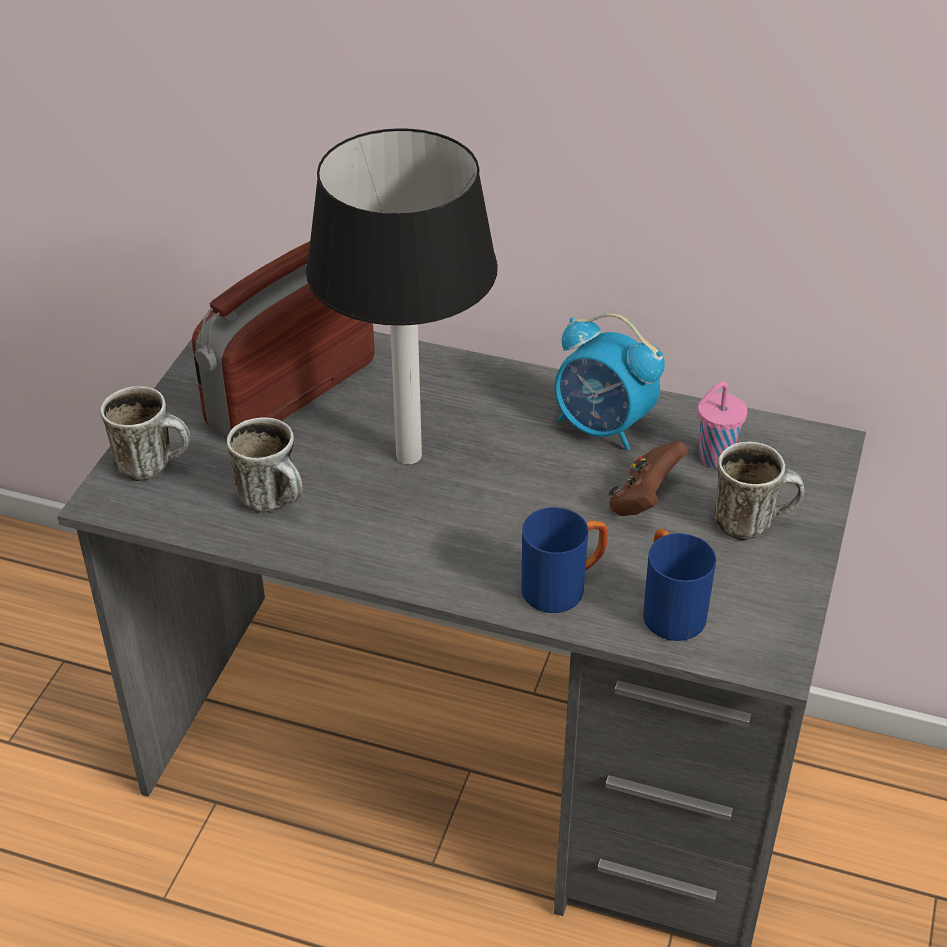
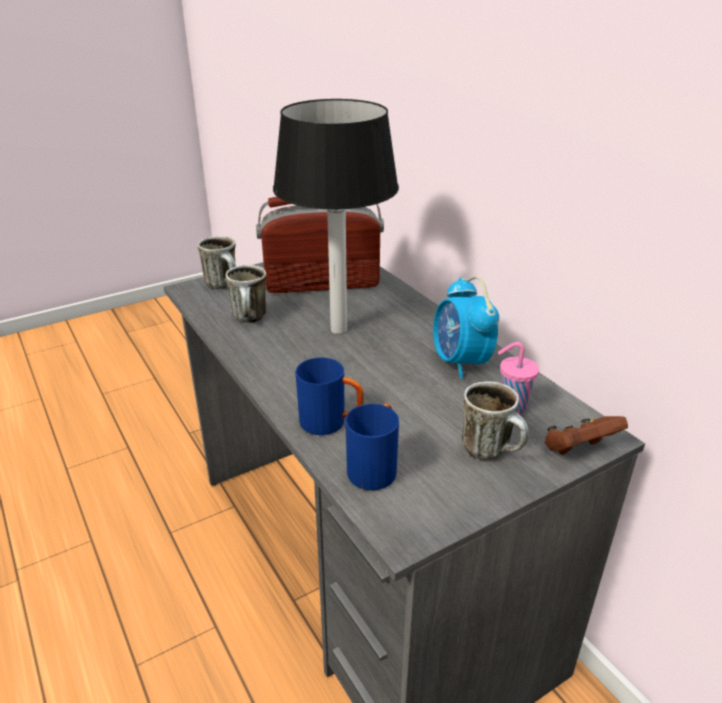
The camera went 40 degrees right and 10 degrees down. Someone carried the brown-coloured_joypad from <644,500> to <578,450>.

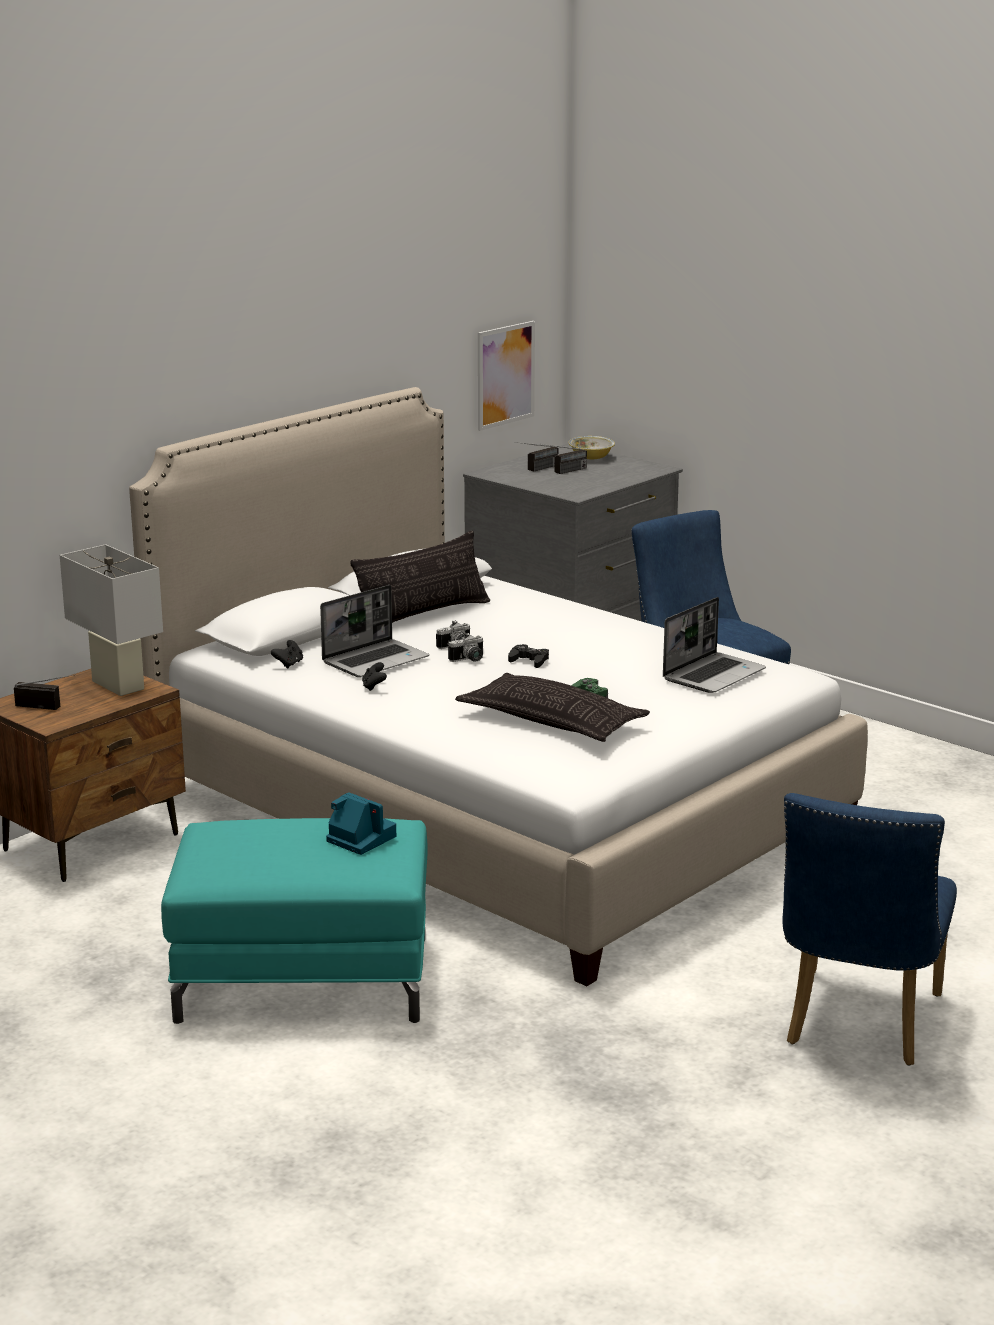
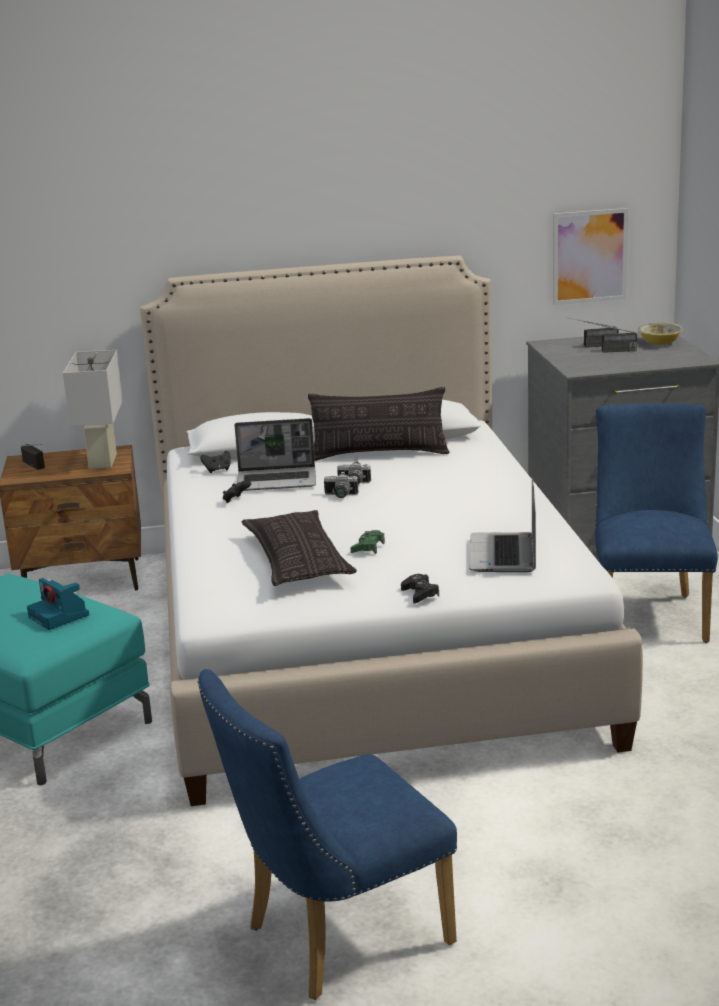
The camera went 40 degrees right and 0 degrees up. Someone rotated the photo_camera at <359,838> by 150 degrees clockwise. Someone carried the blackish_joypad from <529,661> to <420,594>. Someone rotated the notebook_computer at <713,674> by 105 degrees clockwise.

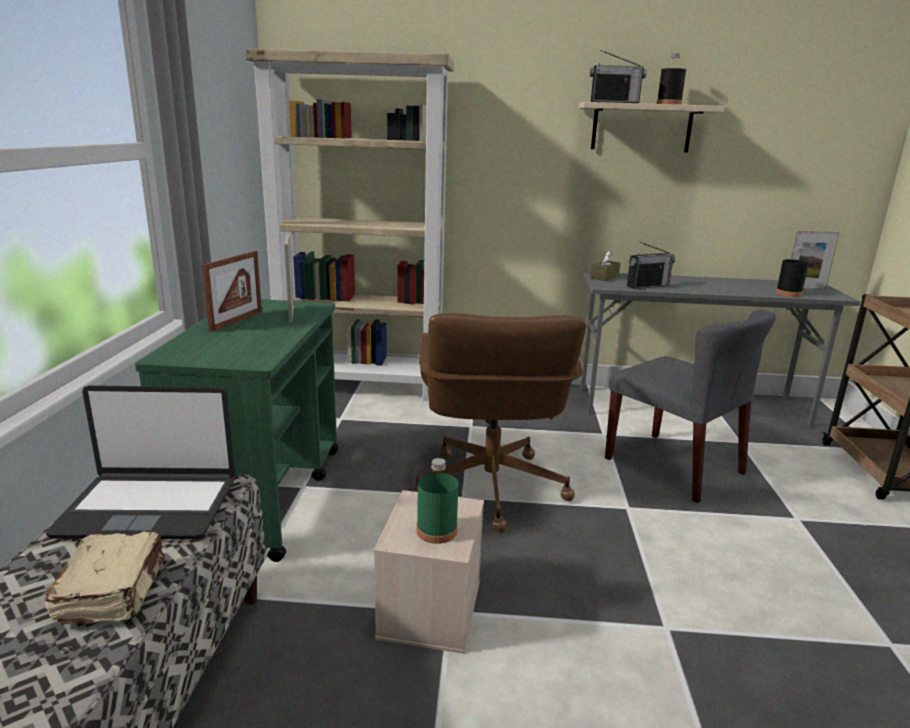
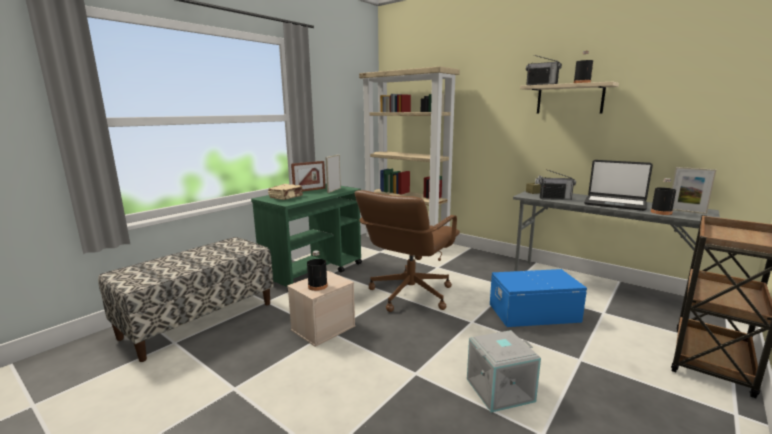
The camera went 35 degrees right and 5 degrees down. Someone carried the sand-coloured_book from <114,592> to <286,197>. Someone carried the notebook_computer from <150,507> to <615,203>. Someone repainted the green_bottle at <436,531>, which became the blackish_bottle at <317,286>. Someone swapped the grey_upright_chair at <675,466> for the blue-coloured_storage_box at <532,312>. Someone put down the grey_storage_box at <499,389>.

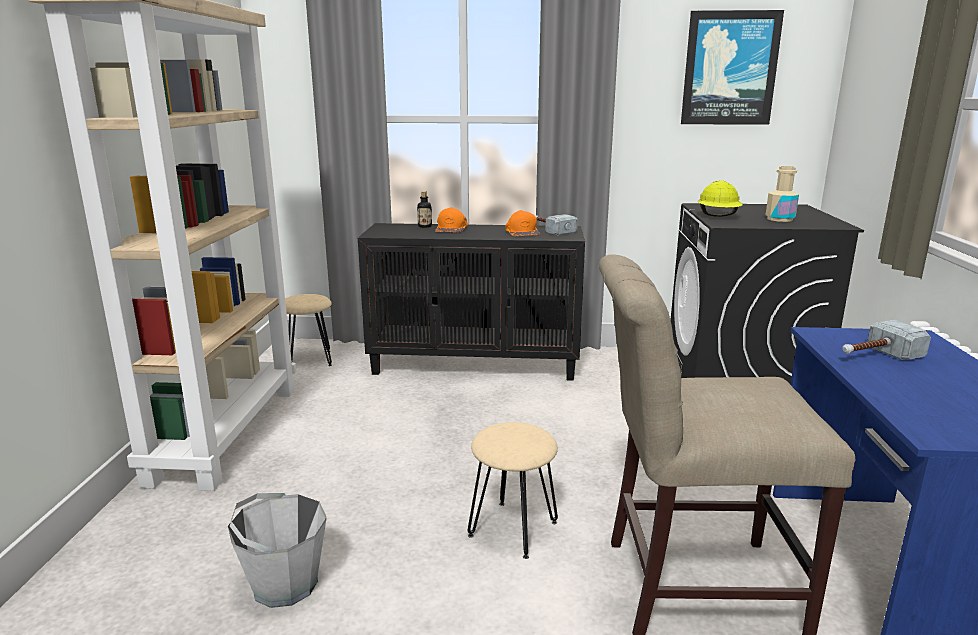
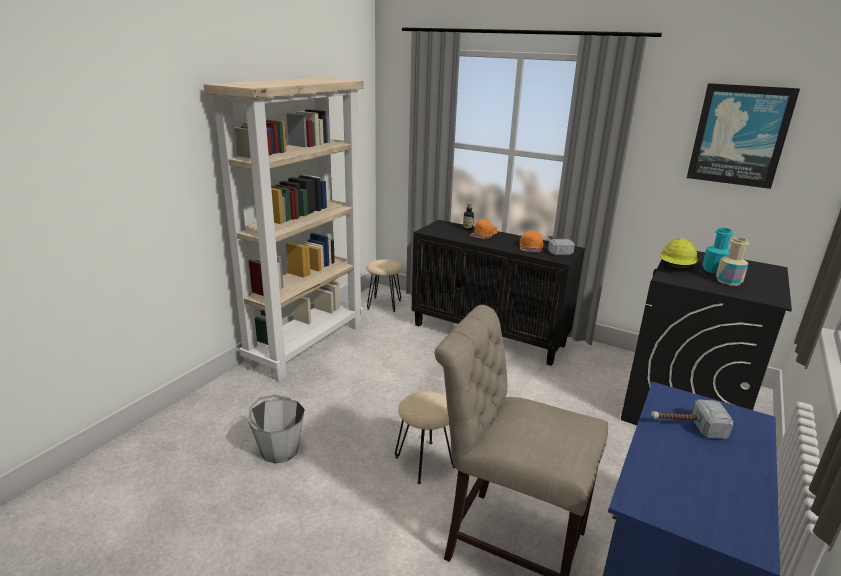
The camera went 25 degrees right and 5 degrees up. Someone put down the turquoise_bottle at <714,270>.

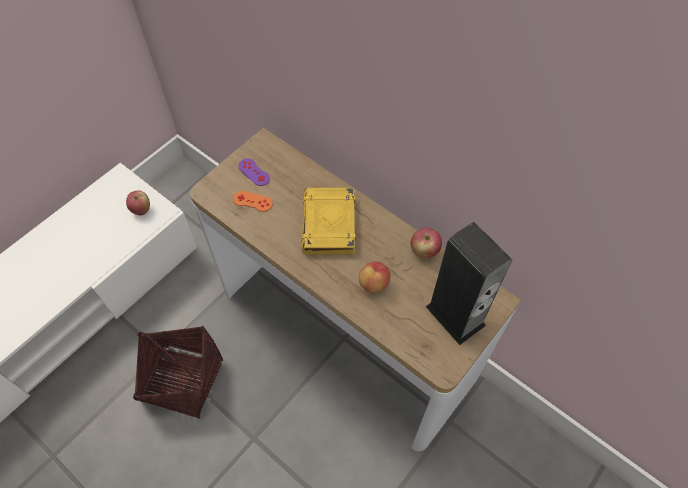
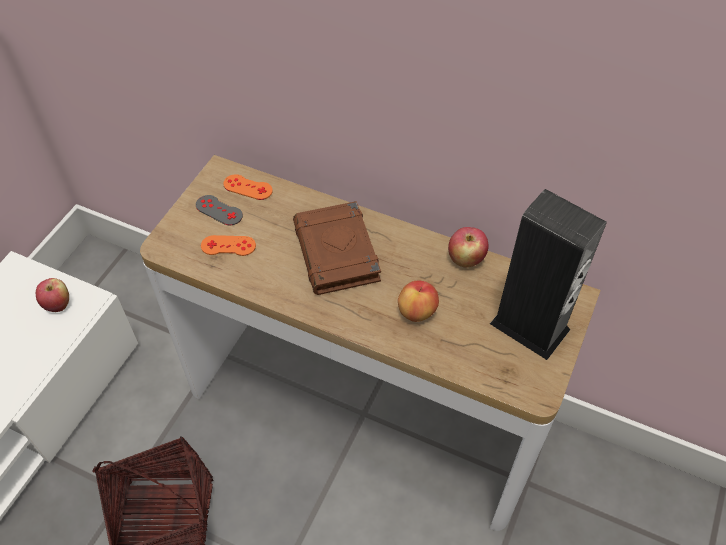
The camera went 15 degrees left and 5 degrees down. Someone repainted the purple-coloured_joypad at <254,172>, which became the grey_joypad at <219,210>. Someone repainted the yellow-coloured_book at <329,225>, which became the brown-coloured_book at <337,253>. Someone put down the orange-coloured_joypad at <248,187>.

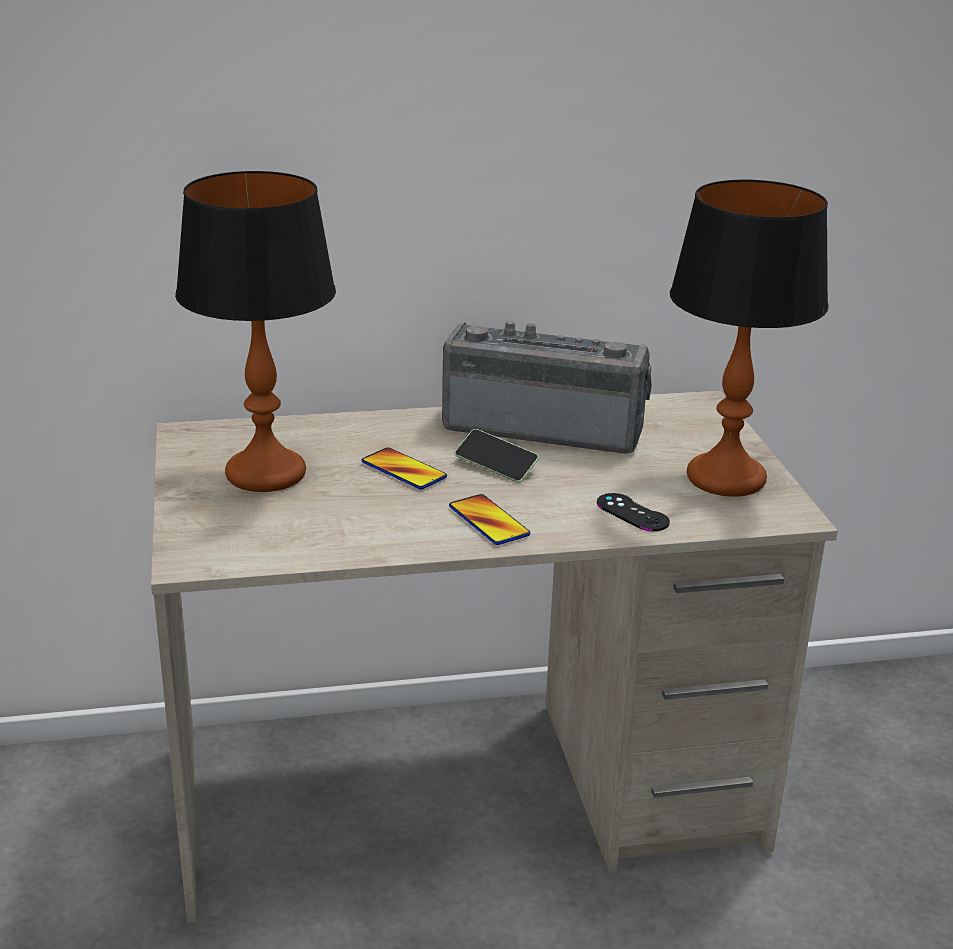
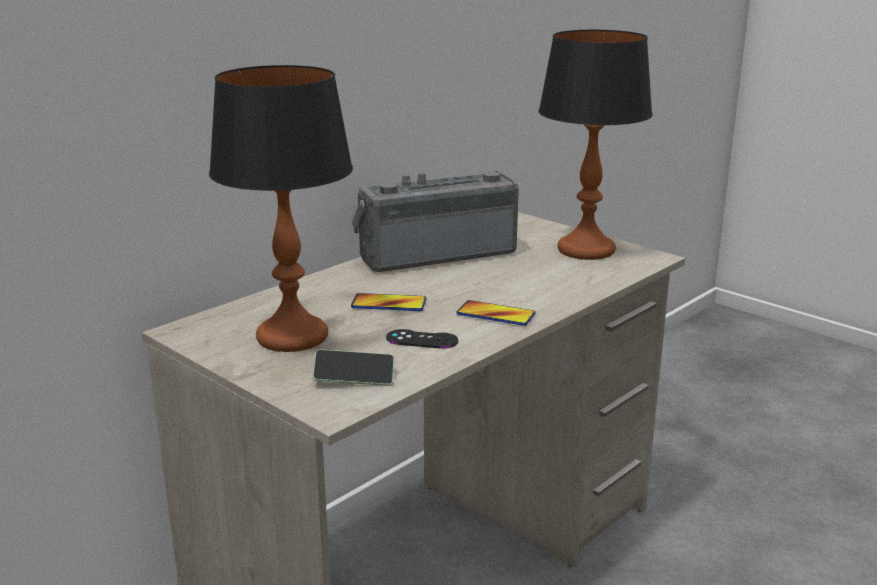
The camera went 35 degrees left and 5 degrees down. Someone carried the phone from <496,466> to <354,378>. Someone carried the blackish_joypad from <632,513> to <422,339>.

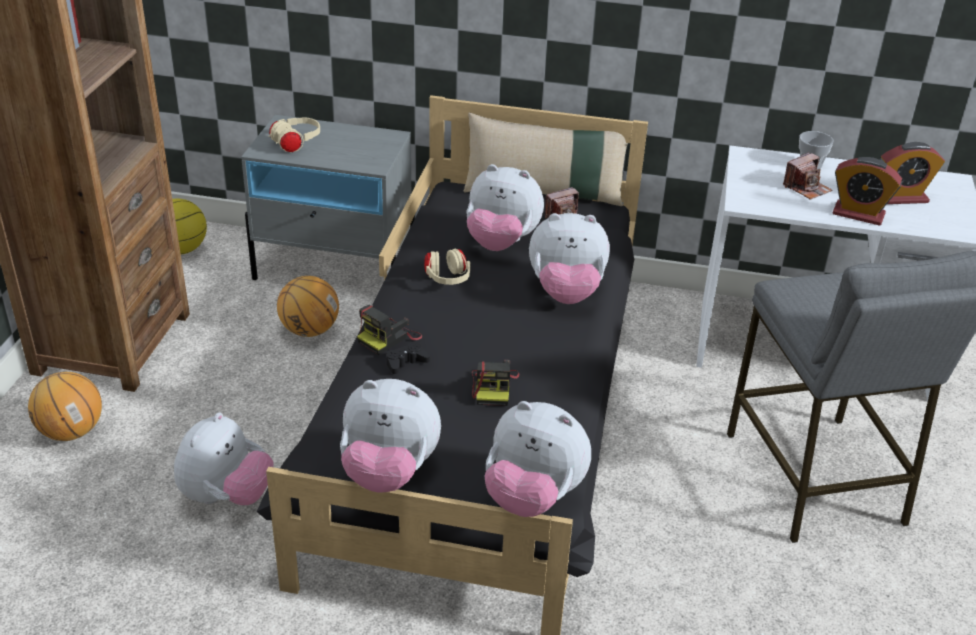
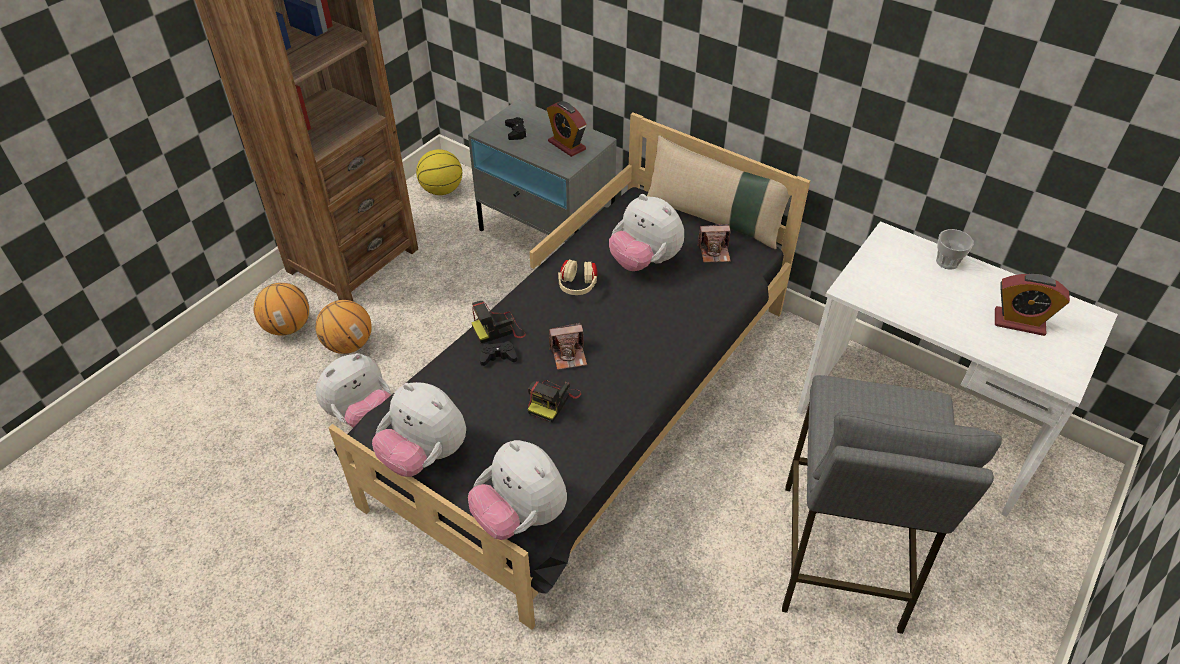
The camera went 25 degrees right and 10 degrees up. Someone swapped the sand-coloured_headset at <296,144> for the blackish_joypad at <516,132>. Someone carried the basketball_ball from <309,330> to <348,345>. Someone took away the soft_toy at <566,293>. Someone carried the photo_camera from <806,188> to <569,355>. Someone carried the alarm_clock from <858,214> to <567,145>.

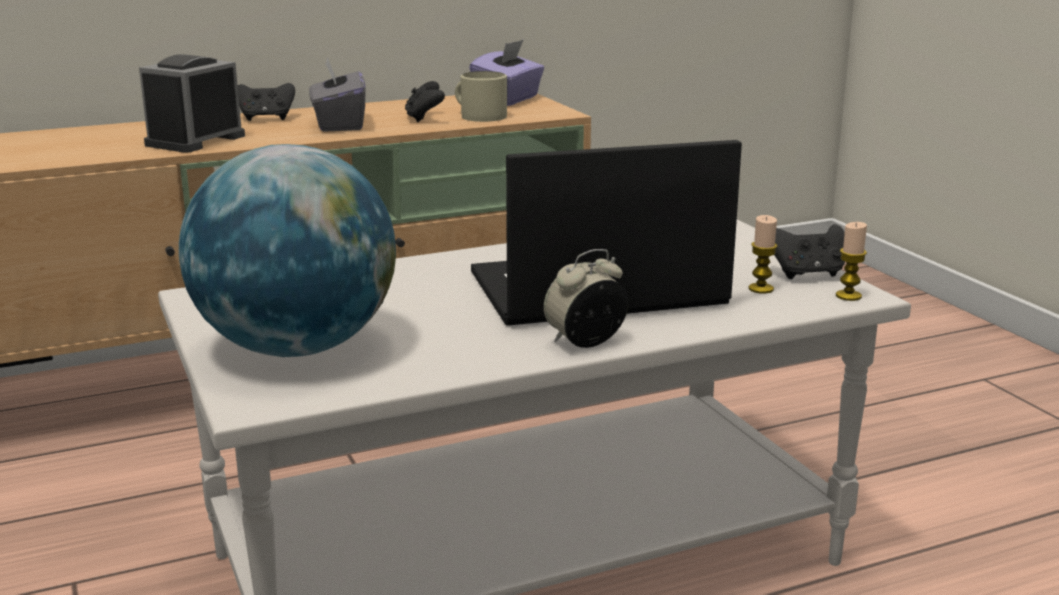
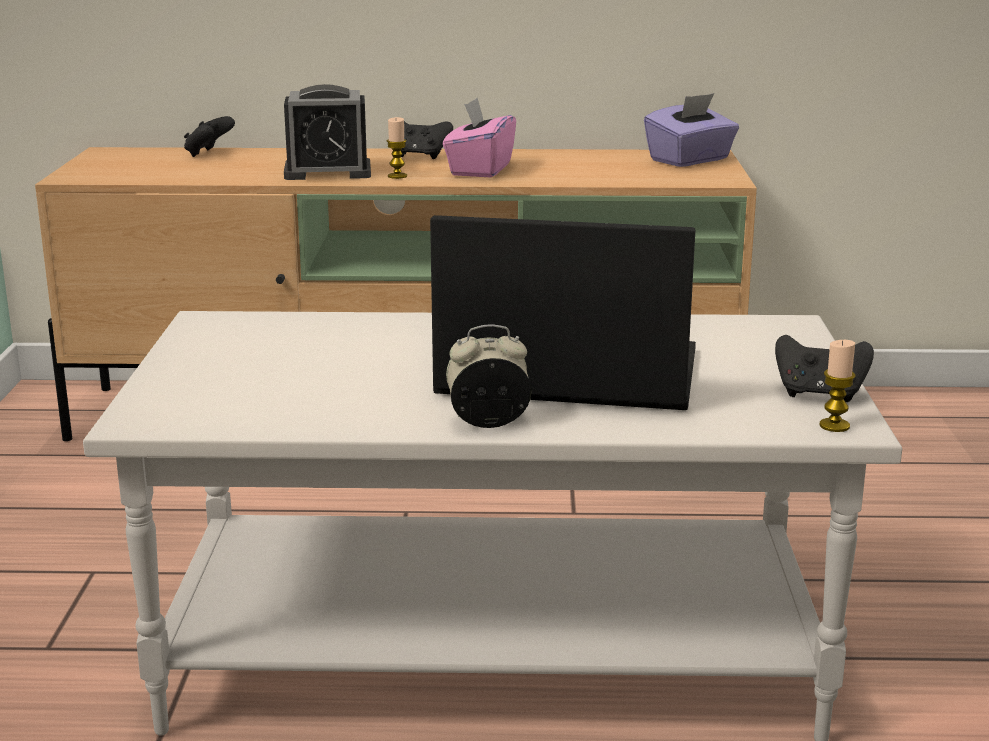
The camera went 25 degrees right and 0 degrees up. Someone rotated the alarm_clock at <195,140> by 150 degrees counterclockwise. Someone took away the world_globe at <297,348>. Someone repainted the grey_box_of_tissues at <339,124>, which became the pinkish_box_of_tissues at <479,170>. Someone carried the blackish_joypad from <424,118> to <208,154>. Someone took away the sand-coloured_tea_mug at <479,116>. Someone carried the wax_light from <761,289> to <397,176>.

